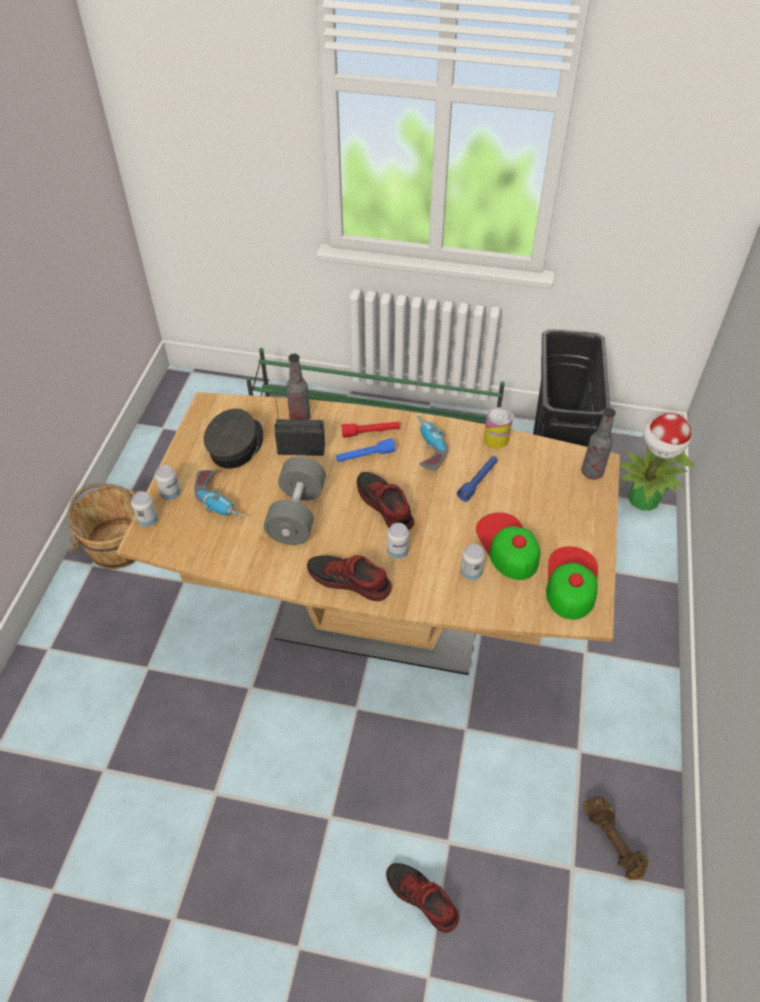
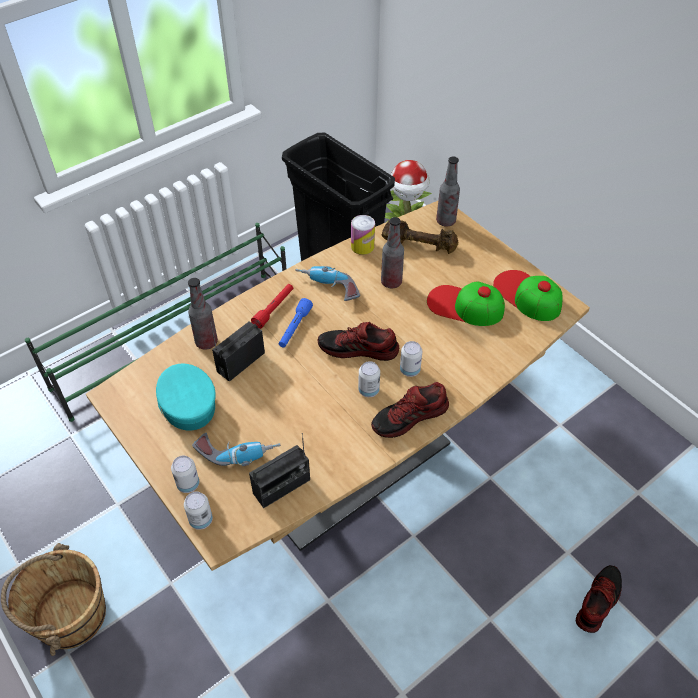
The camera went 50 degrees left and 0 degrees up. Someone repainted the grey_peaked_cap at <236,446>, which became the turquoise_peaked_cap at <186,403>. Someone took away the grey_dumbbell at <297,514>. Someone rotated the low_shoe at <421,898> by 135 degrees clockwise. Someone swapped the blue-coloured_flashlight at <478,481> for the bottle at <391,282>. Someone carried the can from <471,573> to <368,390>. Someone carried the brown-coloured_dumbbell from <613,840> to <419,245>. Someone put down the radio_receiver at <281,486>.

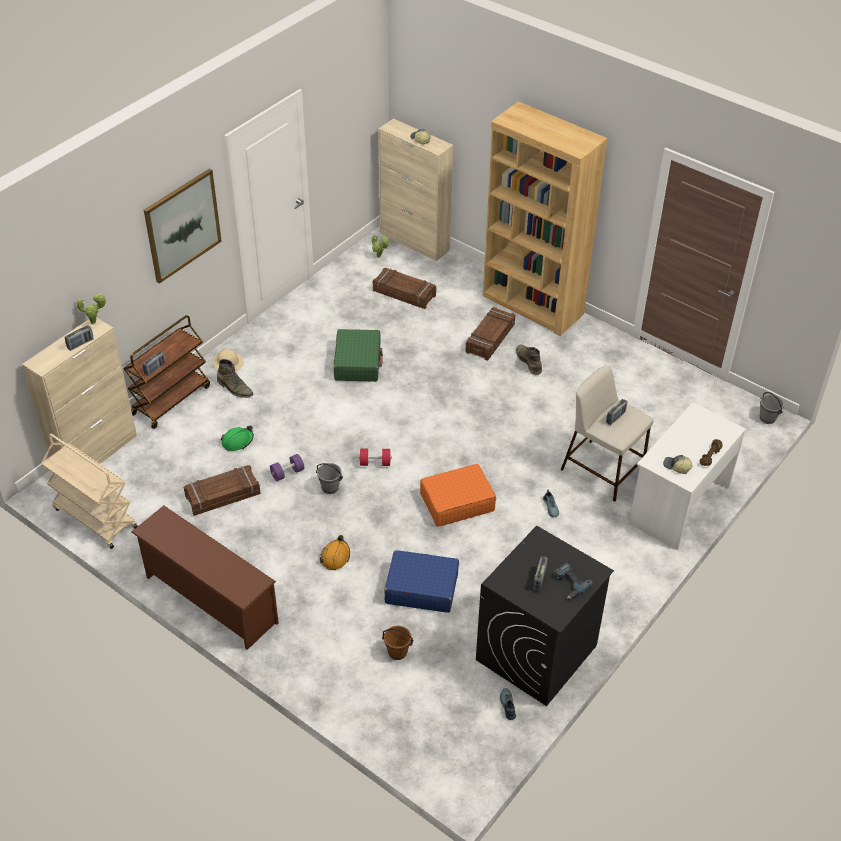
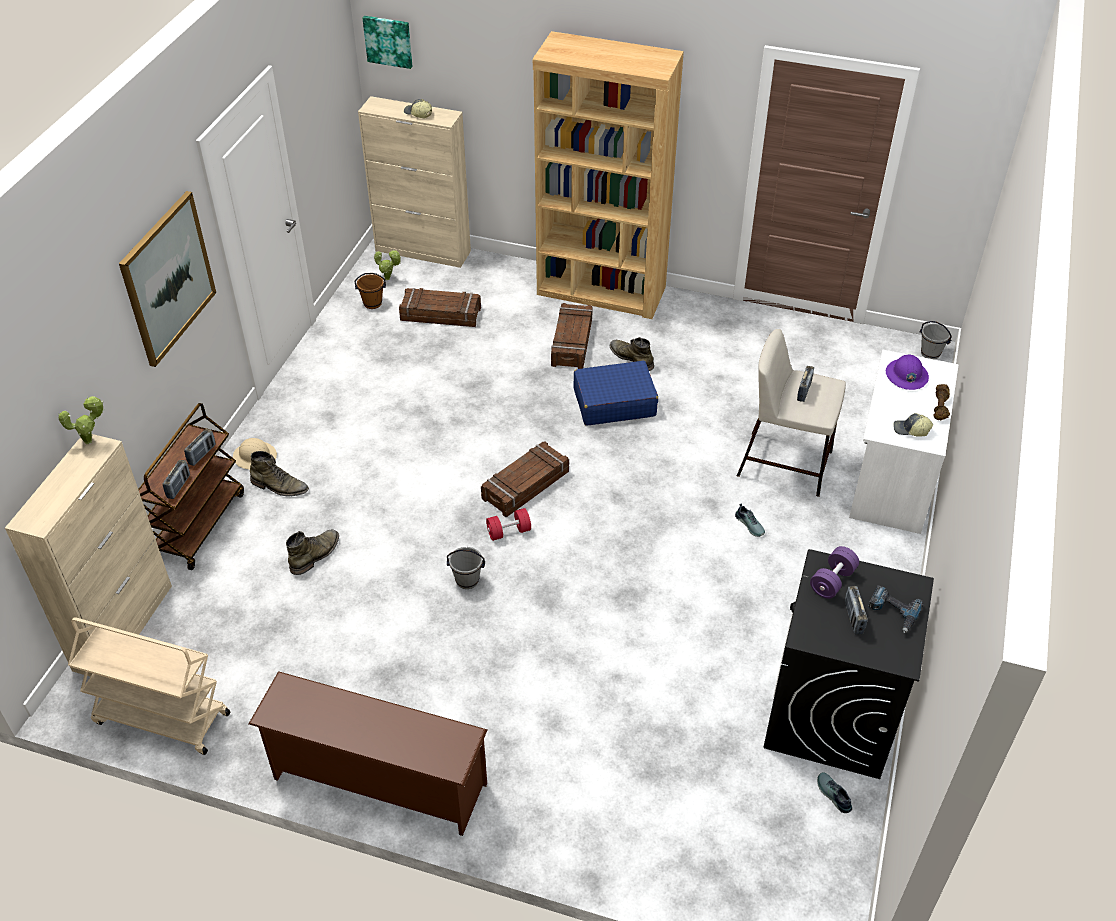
The camera went 20 degrees left and 0 degrees up. Someone carried the radio_receiver from <80,344> to <202,454>. Someone carried the shipping_crate from <223,495> to <526,486>. Someone swapped the green_hard_hat at <237,441> for the green_tall_boot at <315,555>. Someone carried the purple-coloured_dumbbell from <287,473> to <832,581>. Someone took away the orange-coloured_hard_hat at <335,557>. Someone took away the green_suitcase at <358,362>. Someone carried the brown-coloured_pail from <397,652> to <372,303>. Someone carried the blue-coloured_suitcase from <421,588> to <614,402>. Someone took away the orange-coloured_suitcase at <456,502>. Someone put up the picture at <388,41>. Someone put down the purple-coloured_hard_hat at <906,375>.

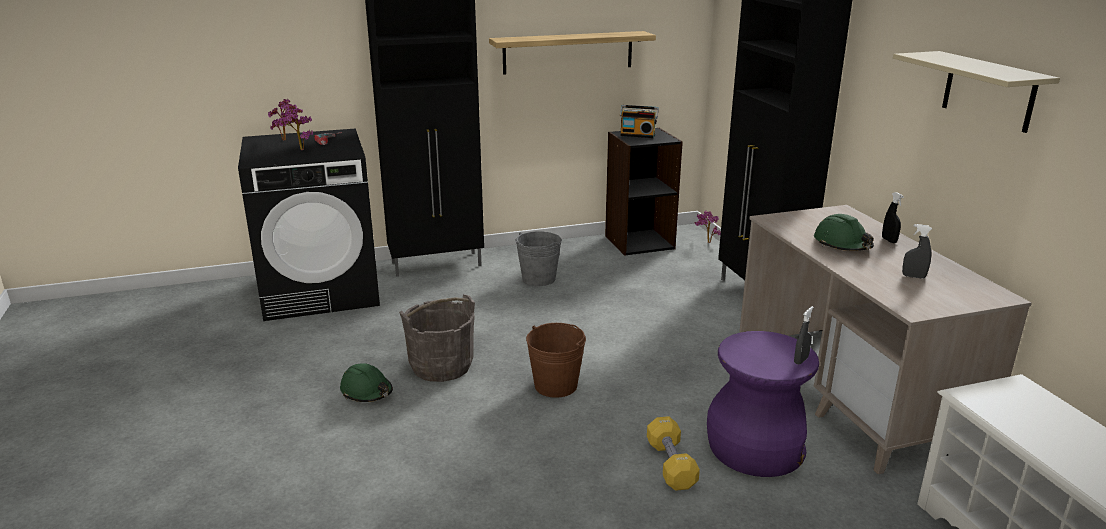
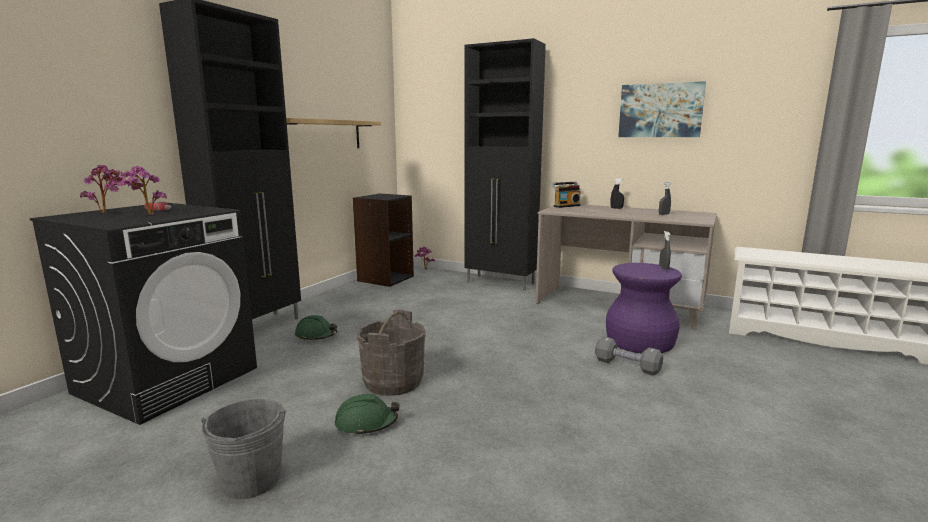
The camera went 45 degrees left and 10 degrees down. Someone carried the grey_pail from <538,279> to <251,480>. Someone took away the brown-coloured_pail at <556,385>. Someone carried the radio_receiver from <638,135> to <566,206>. Someone repainted the yellow-coloured_dumbbell at <671,465>, which became the grey_dumbbell at <627,366>. Someone carried the green_hard_hat from <842,245> to <316,336>. Someone swapped the sand-coloured_shelf at <988,91> for the picture at <660,110>.

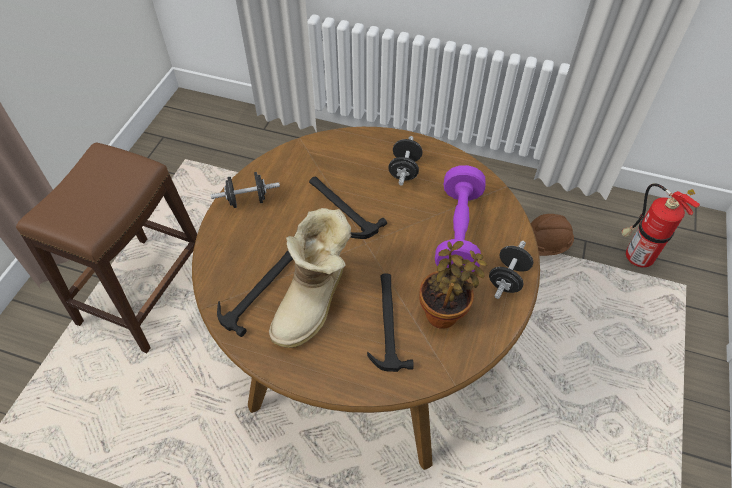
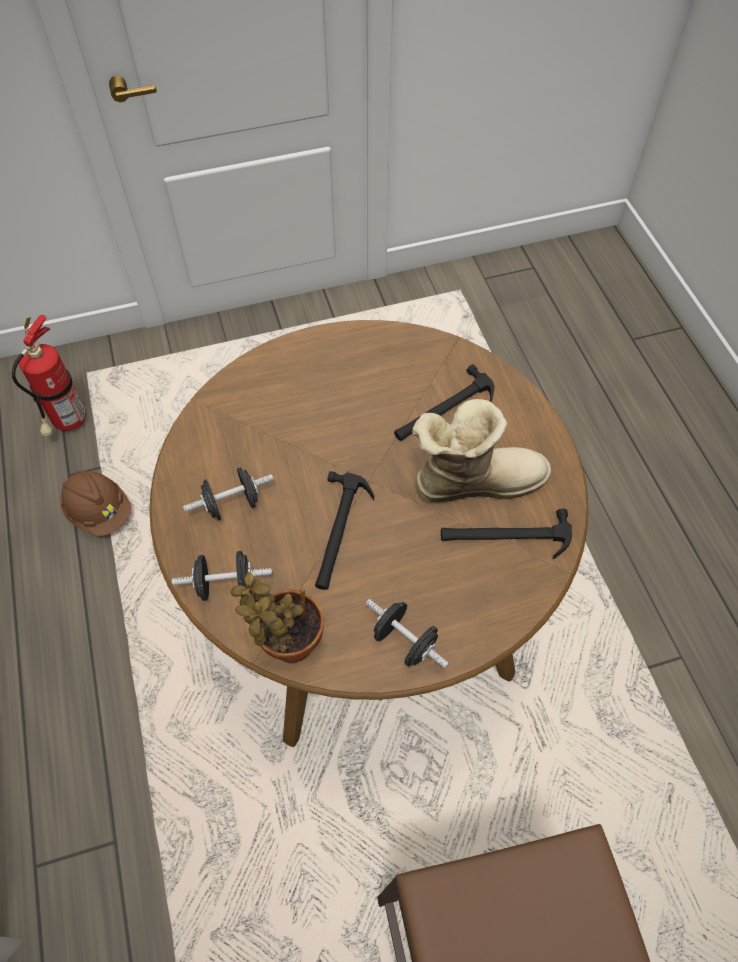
The camera went 125 degrees left and 5 degrees up. Someone carried the houseplant from <444,312> to <287,642>. Someone took away the purple-coloured_dumbbell at <458,231>. Someone carried the blackish_dumbbell from <508,278> to <225,585>.

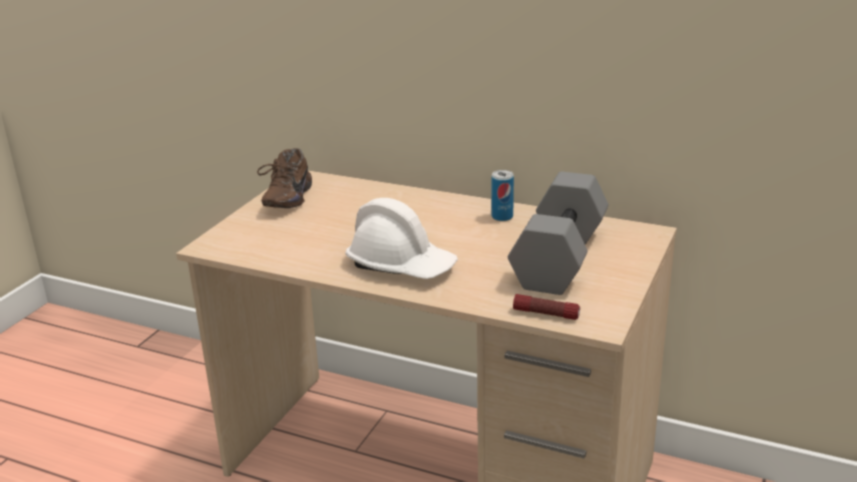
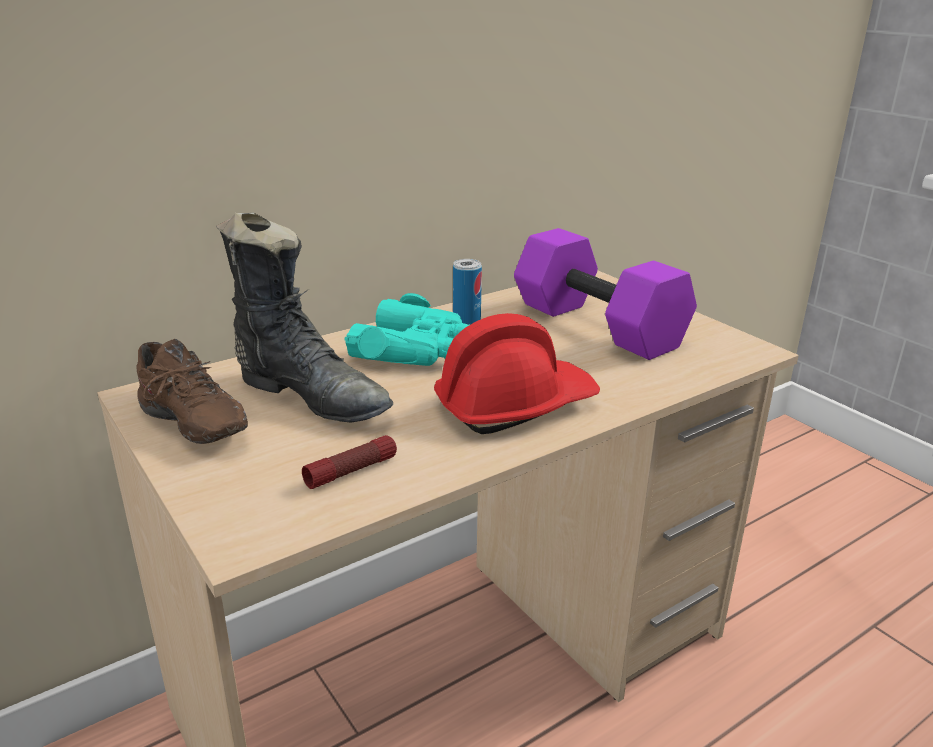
The camera went 60 degrees left and 0 degrees up. Someone repainted the white-coloured_hard_hat at <401,265>, which became the reddish_hard_hat at <515,405>. Someone repainted the grey_dumbbell at <557,257>, which became the purple-coloured_dumbbell at <594,325>. Someone carried the flashlight from <546,314> to <351,471>. Someone put down the blackish_tall_boot at <311,396>. Someone put down the turquoise_pair_of_binoculars at <415,349>.

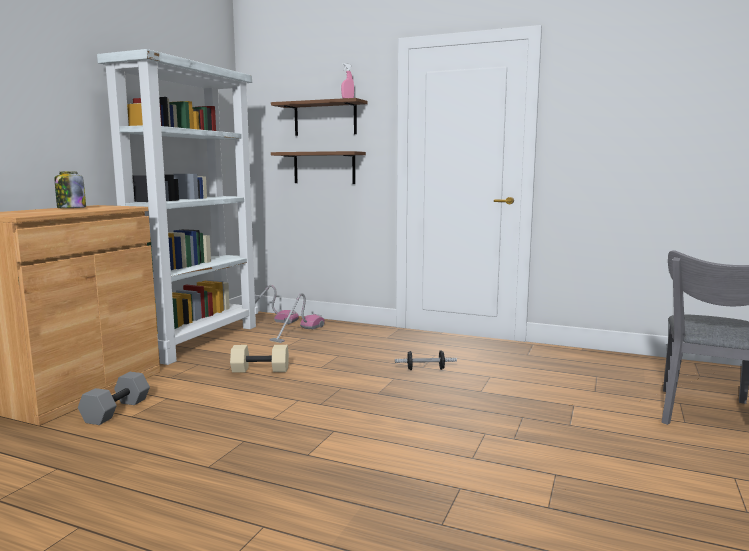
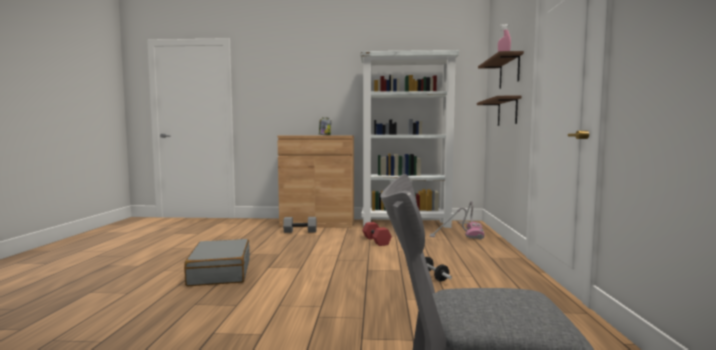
The camera went 70 degrees right and 5 degrees down. Someone repainted the sand-coloured_dumbbell at <261,369>, which became the reddish_dumbbell at <377,241>. Someone put down the grey_suitcase at <219,272>.

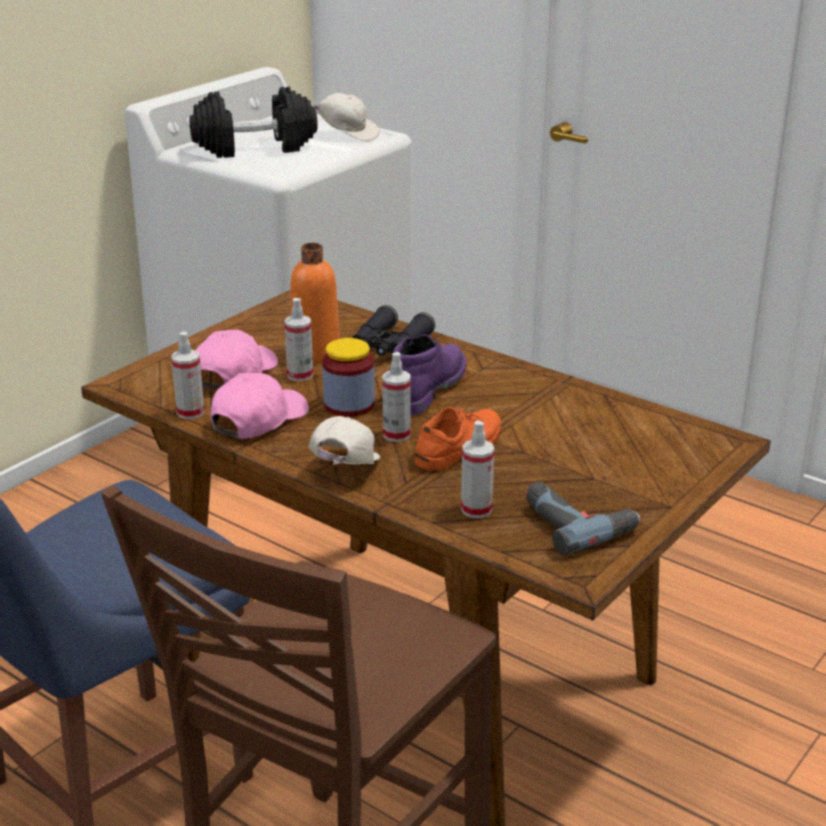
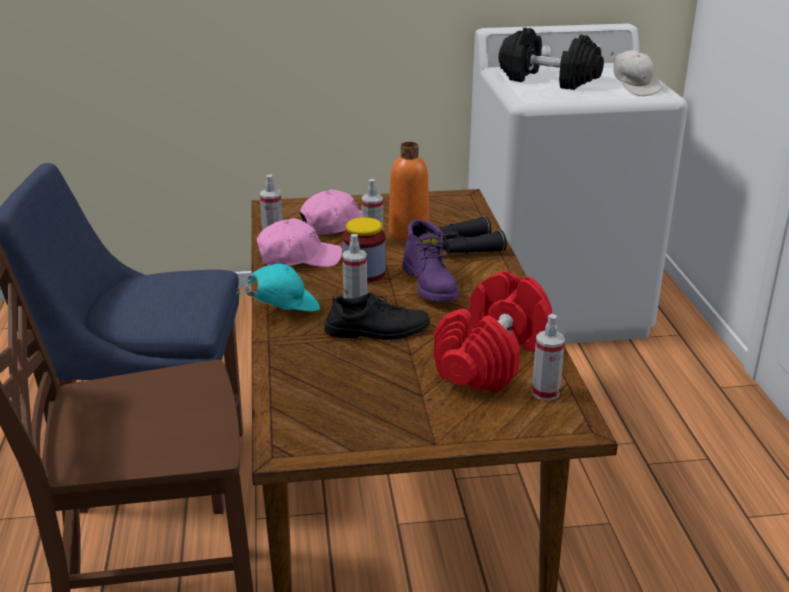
The camera went 45 degrees right and 0 degrees up. Someone repainted the white-coloured_peaked_cap at <343,472>, which became the turquoise_peaked_cap at <282,310>. Someone rotated the purple-coloured_tall_boot at <427,389> by 90 degrees clockwise. Someone repainted the orange-coloured_low_shoe at <460,447>, which became the blackish_low_shoe at <377,330>. Someone carried the hand_sprayer from <476,509> to <545,392>. Someone took away the power_drill at <577,522>. Someone put down the reddish_dumbbell at <491,357>.

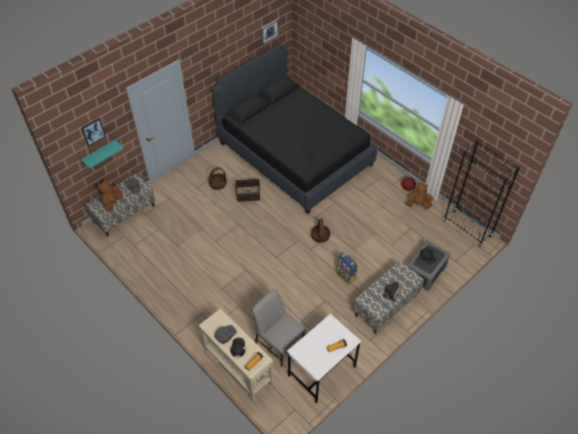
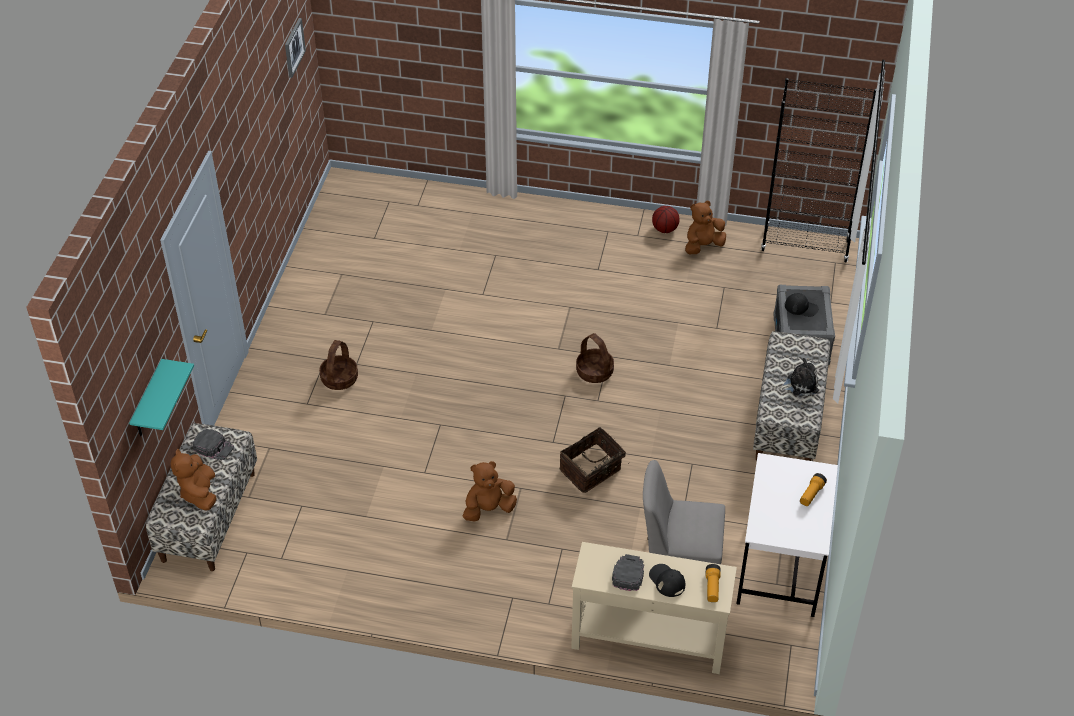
The camera went 35 degrees left and 5 degrees down. Someone took away the picture at <93,131>. Someone took away the blackish_bed at <295,154>. Someone carried the basket from <248,195> to <591,471>. Someone took away the knapsack at <346,275>. Someone put down the brown-coloured_soft_toy at <488,509>.

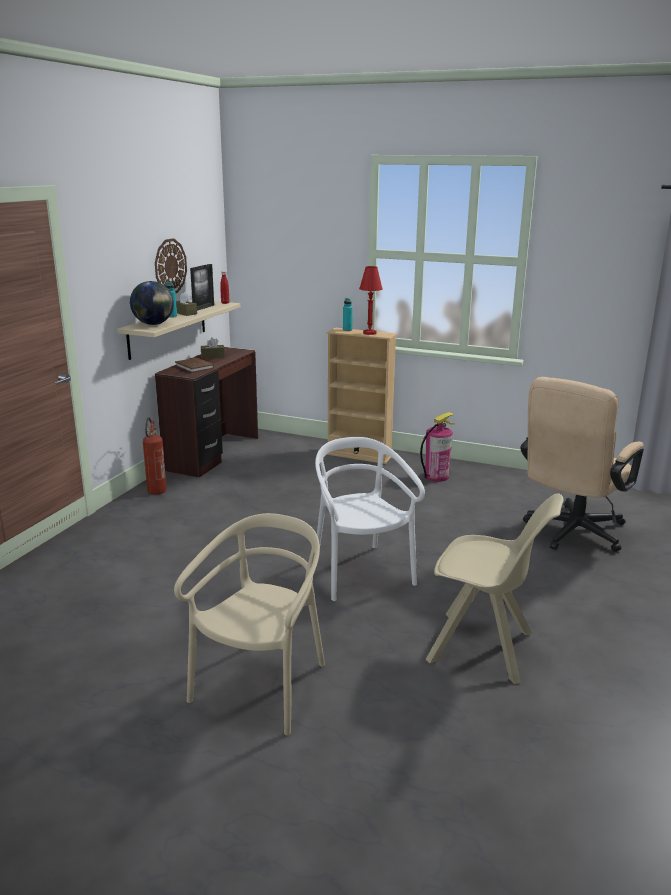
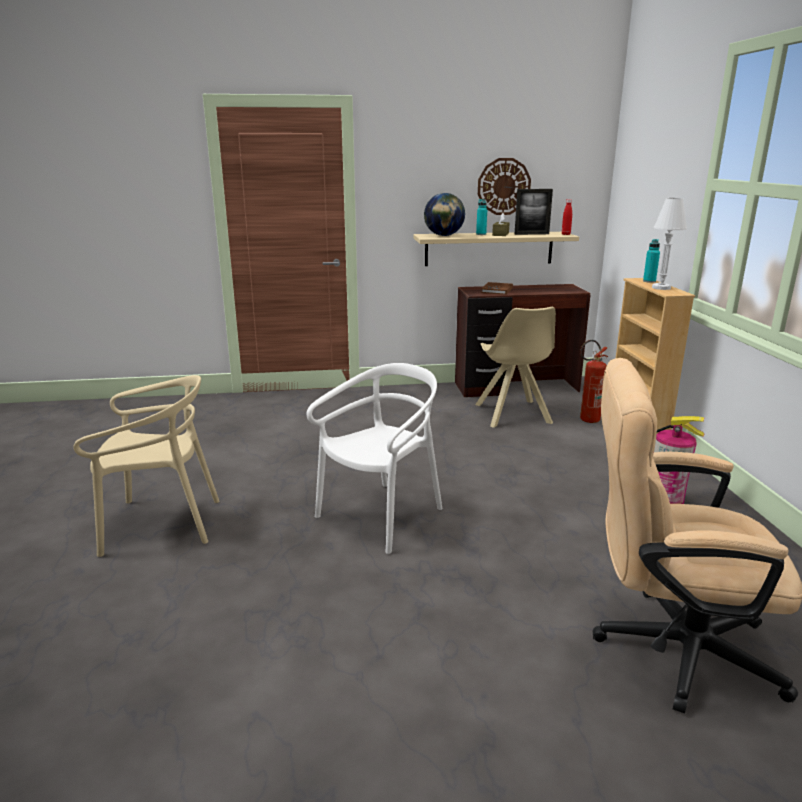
The camera went 60 degrees right and 0 degrees up. Someone carried the fire_extinguisher from <156,493> to <586,420>. Someone took away the brown-coloured_box_of_tissues at <213,356>. Someone repainted the reddish_lamp_for_a_table at <369,333>, which became the white-coloured_lamp_for_a_table at <661,288>. Someone carried the sand-coloured_upright_chair from <484,648> to <513,415>.

